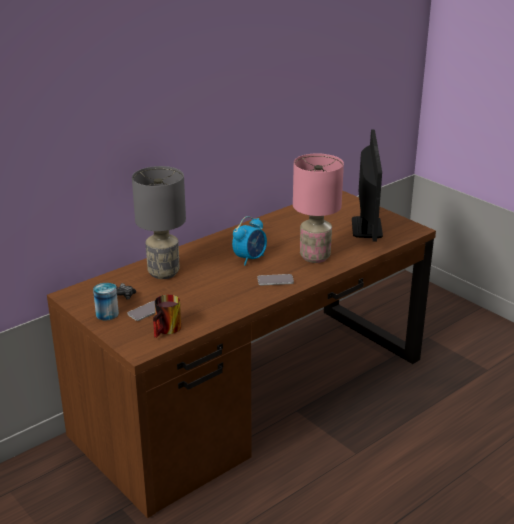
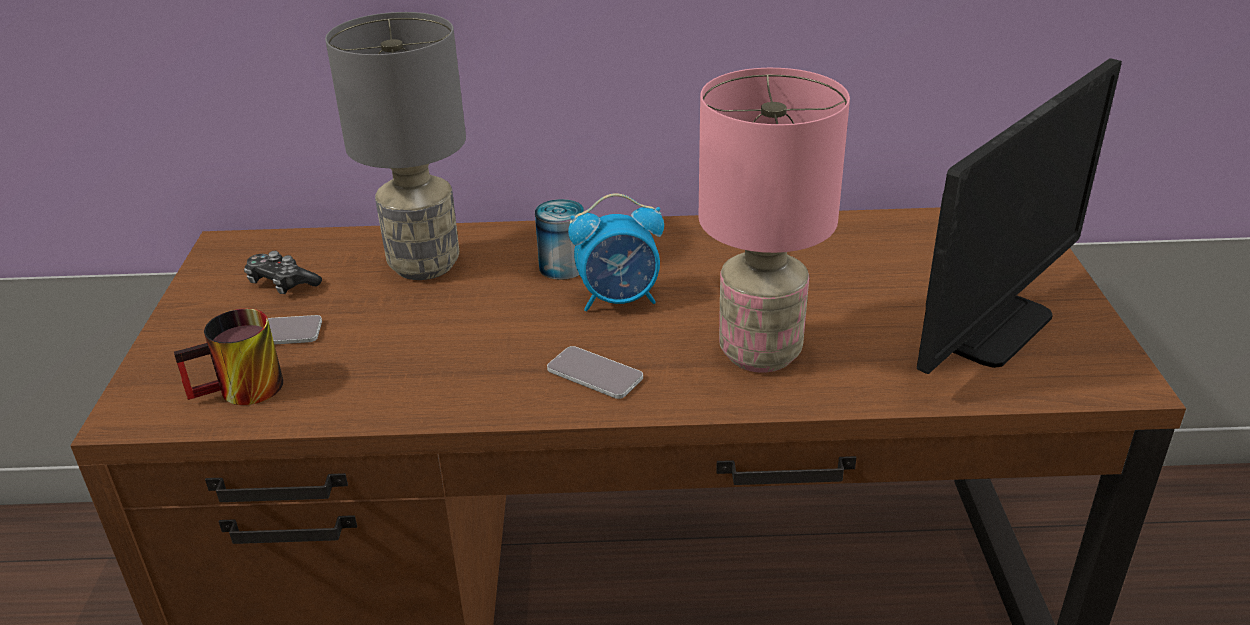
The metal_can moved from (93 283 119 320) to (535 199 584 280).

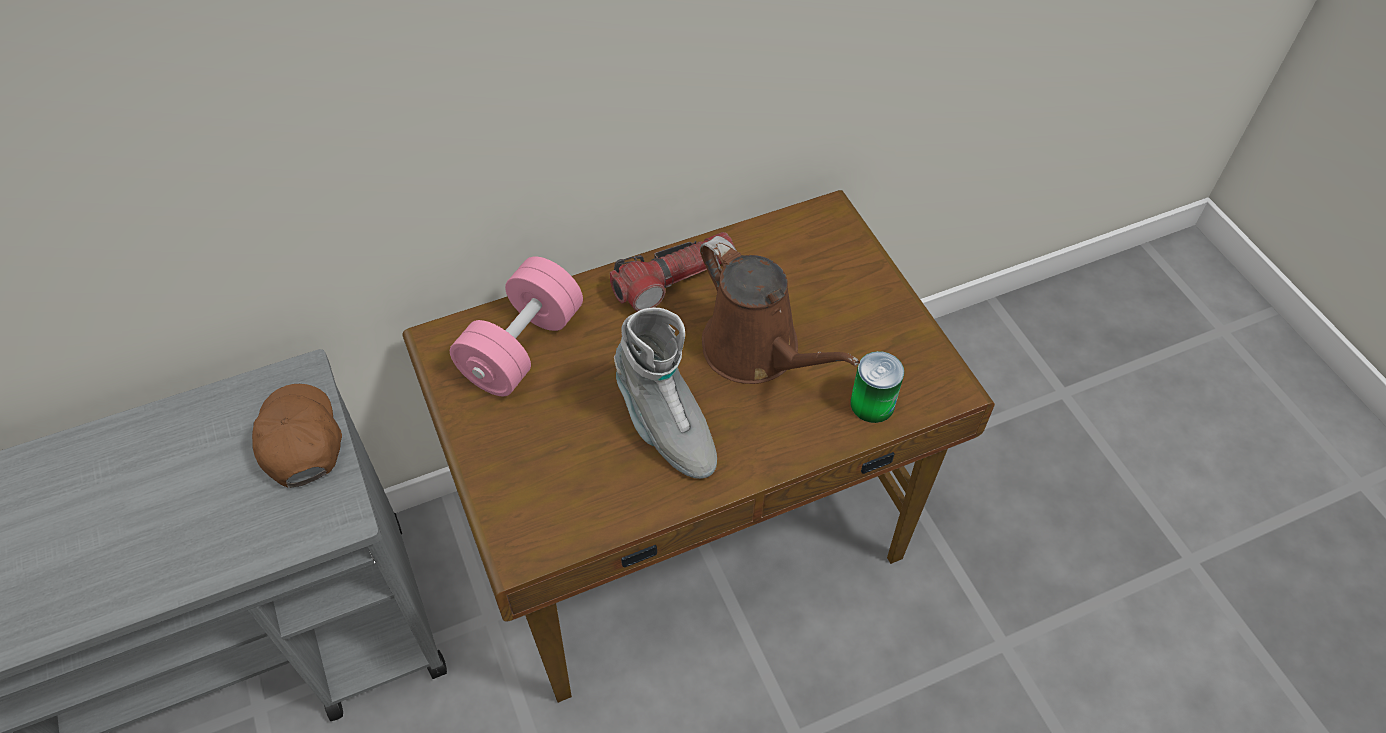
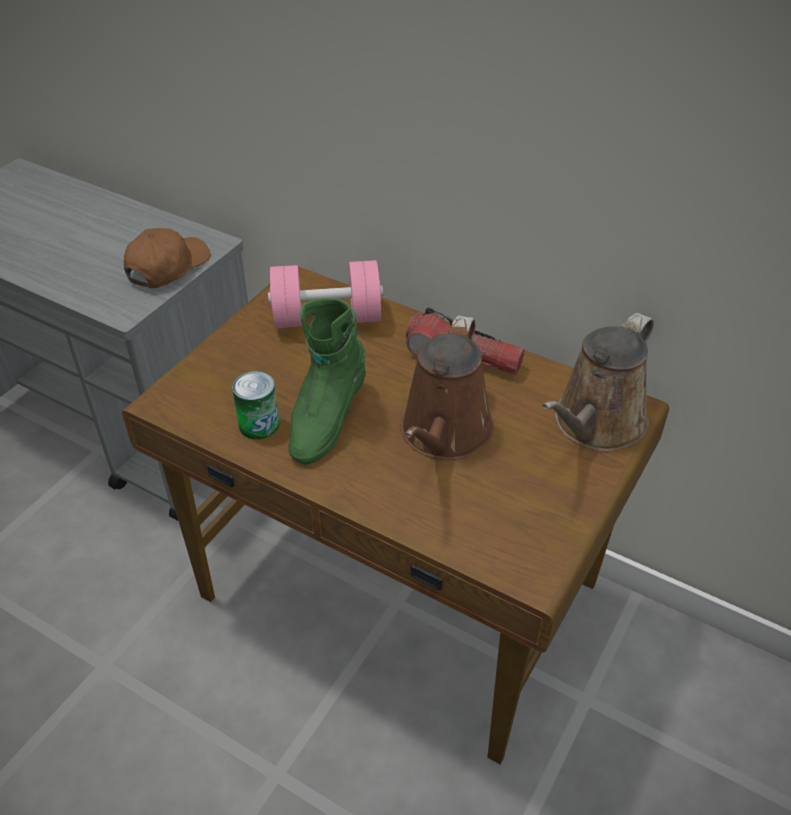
The brownish_watering_can at (542 313 654 452) appeared.
The metal_can moved from (850 351 904 423) to (232 371 280 440).
The greyish_boot at (614 308 717 479) became the green_boot at (289 298 366 464).

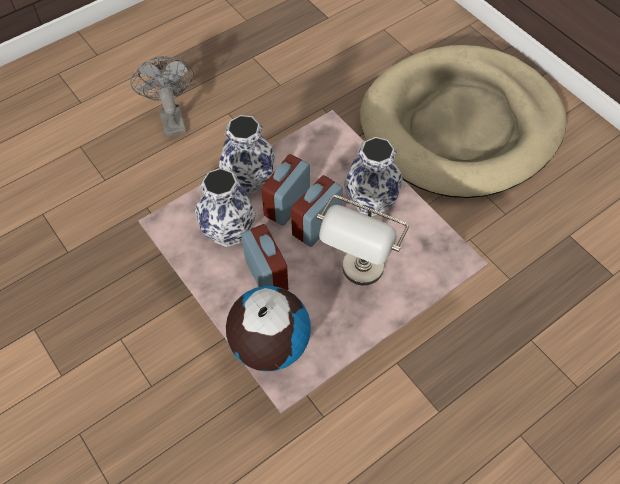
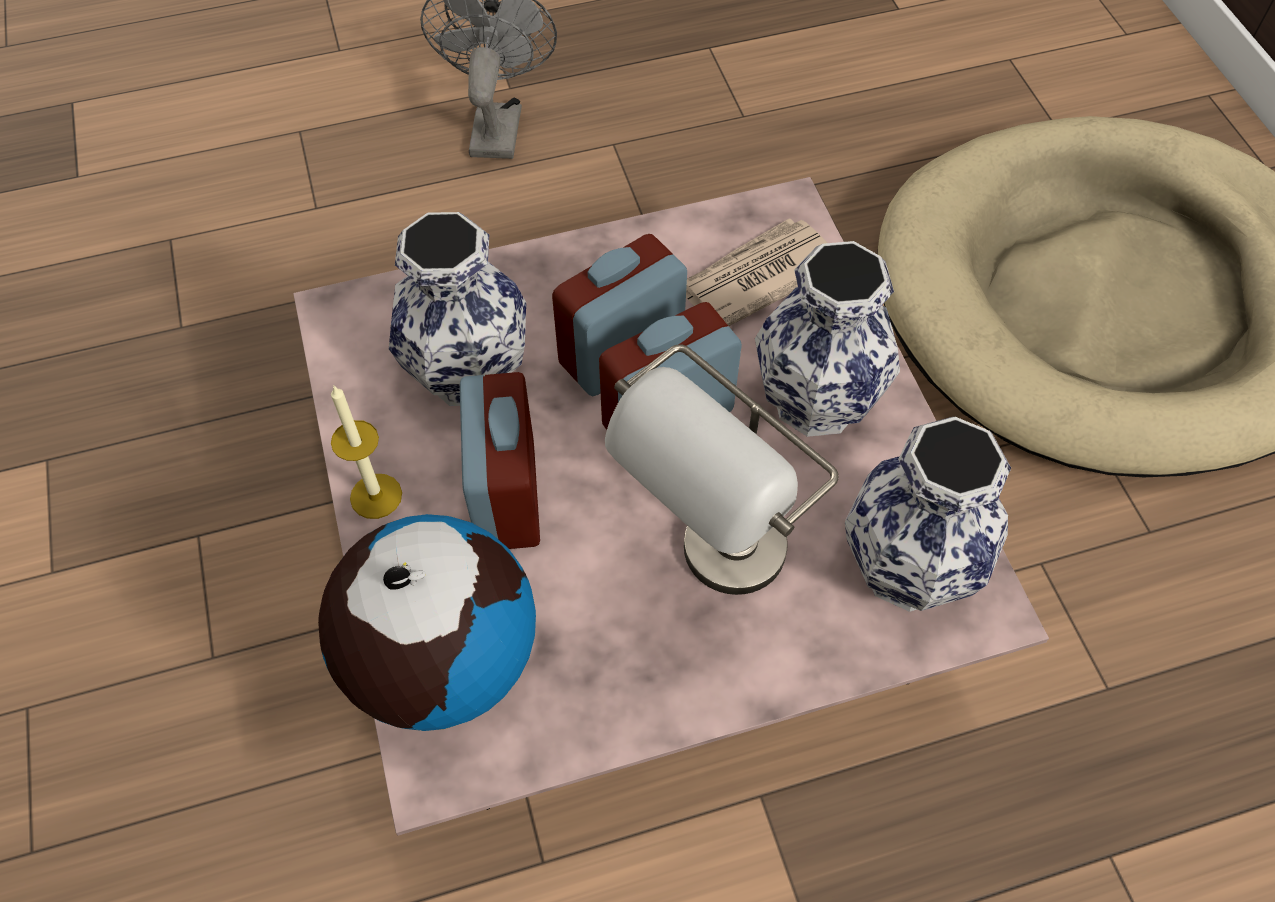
The candle at (331 385 402 519) appeared.
The printed_paper at (686 218 827 326) appeared.
The decorative_vase moved from (219 115 276 194) to (845 417 1011 612).

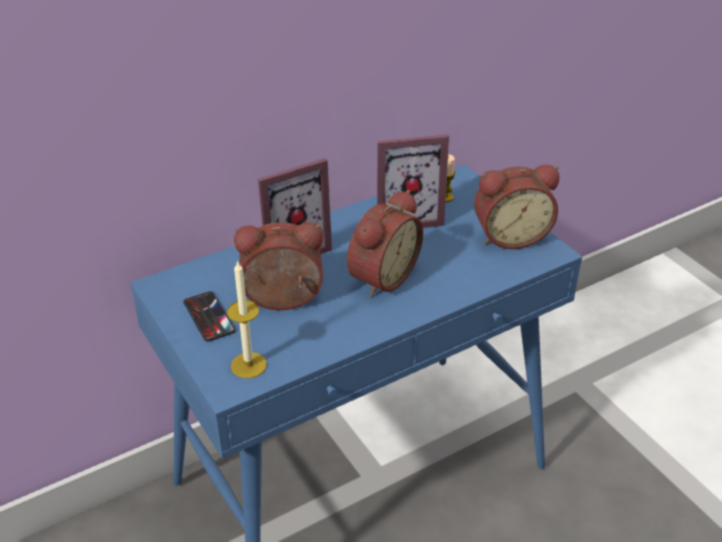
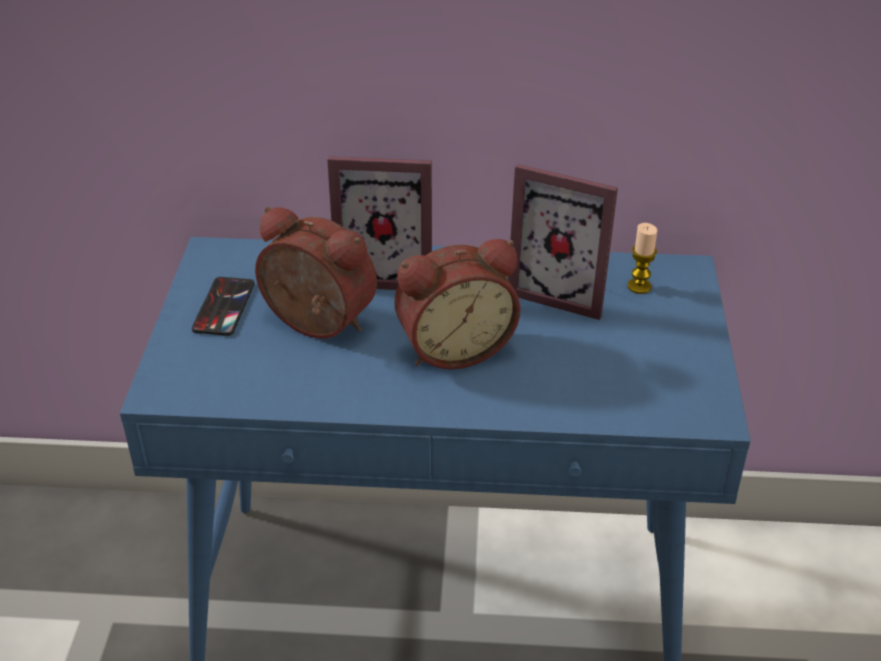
The candle at (227 260 267 378) disappeared.
The table_clock at (474 165 559 249) disappeared.

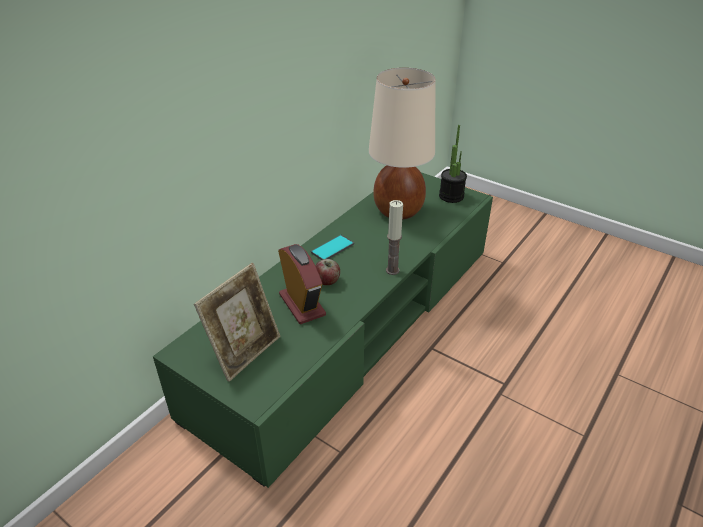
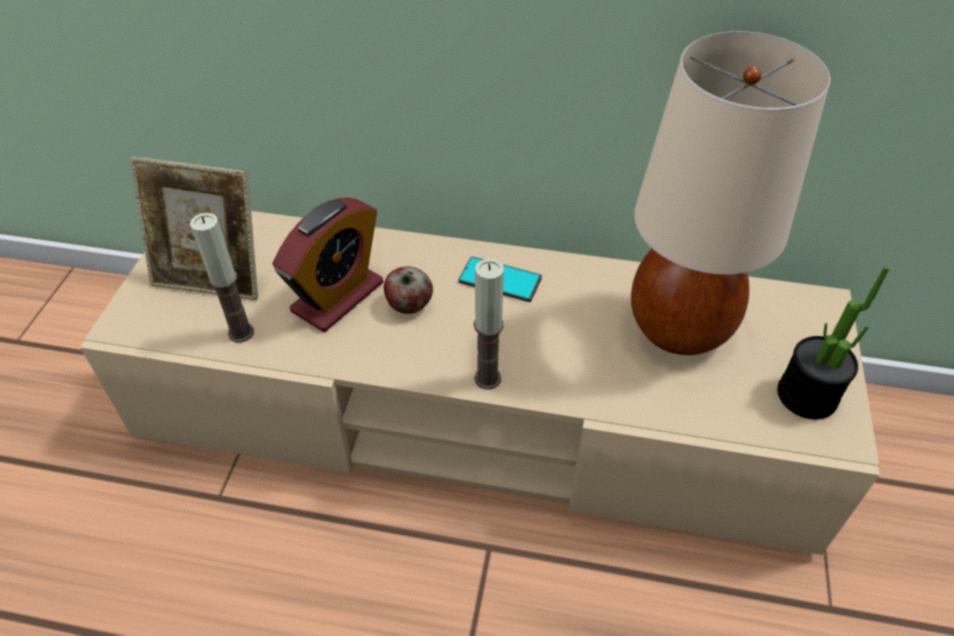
The candle at (190 213 254 343) appeared.
The green_tv_stand at (153 172 493 488) became the sand-coloured_tv_stand at (80 211 880 555).

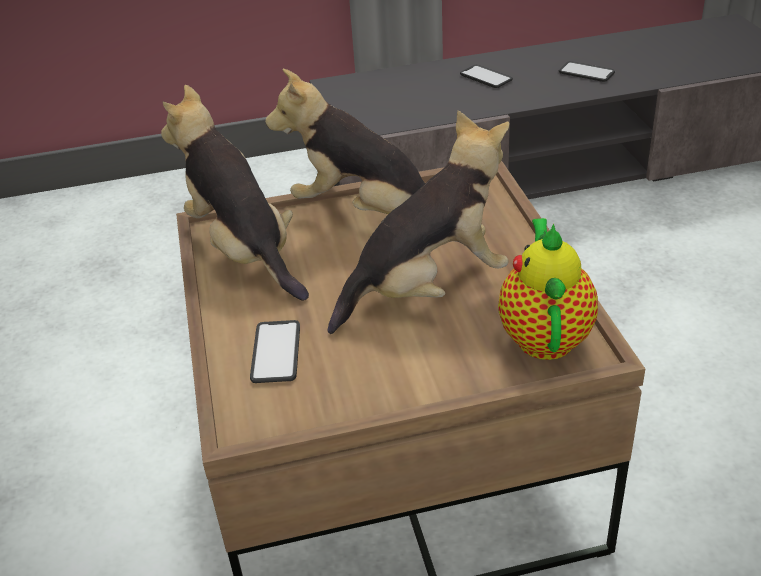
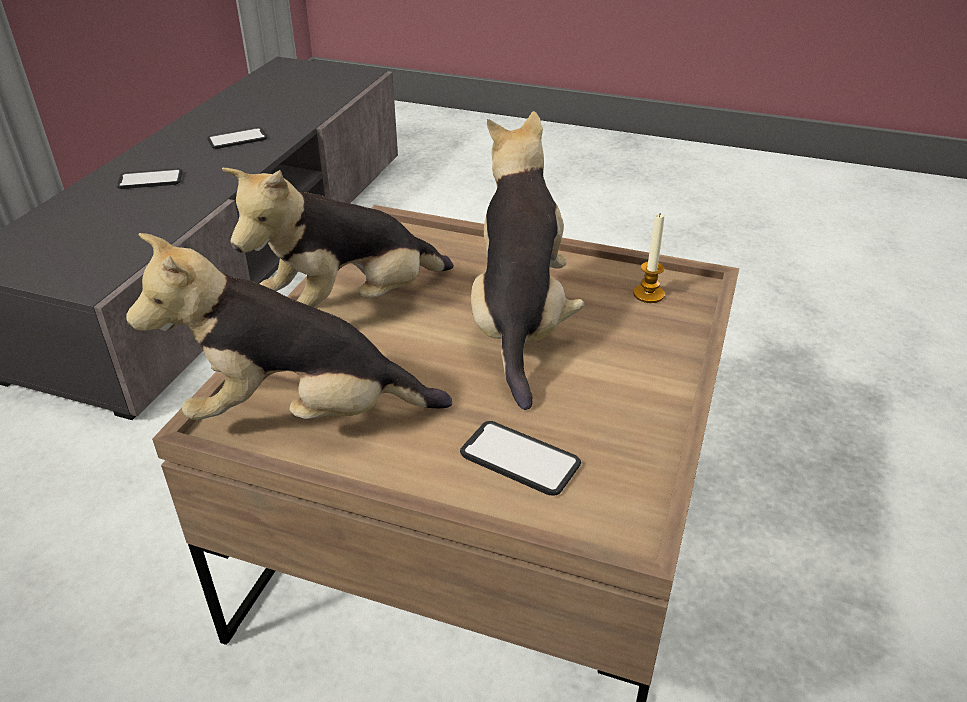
The teapot at (498 218 598 360) was replaced by the candle at (633 212 665 303).

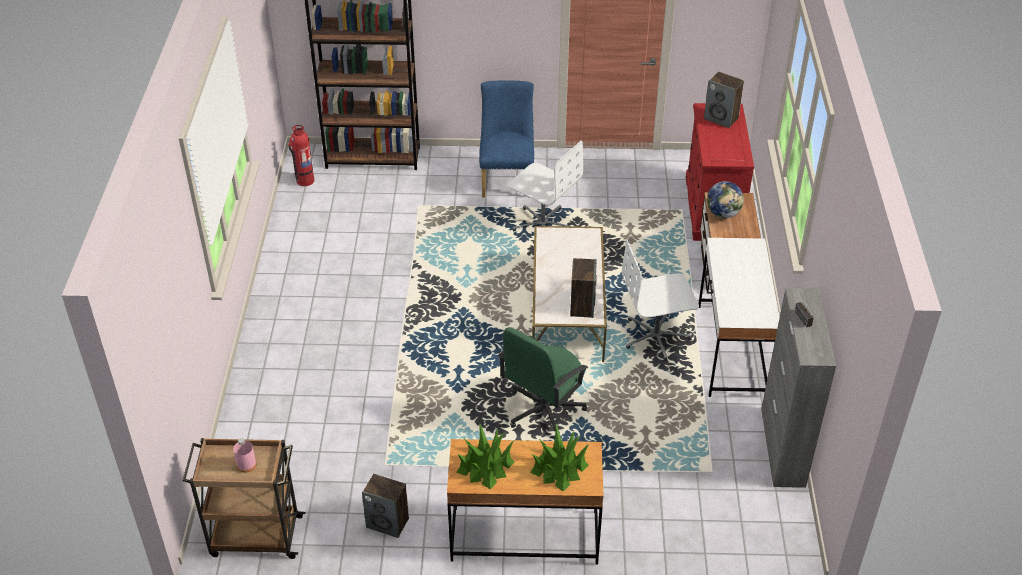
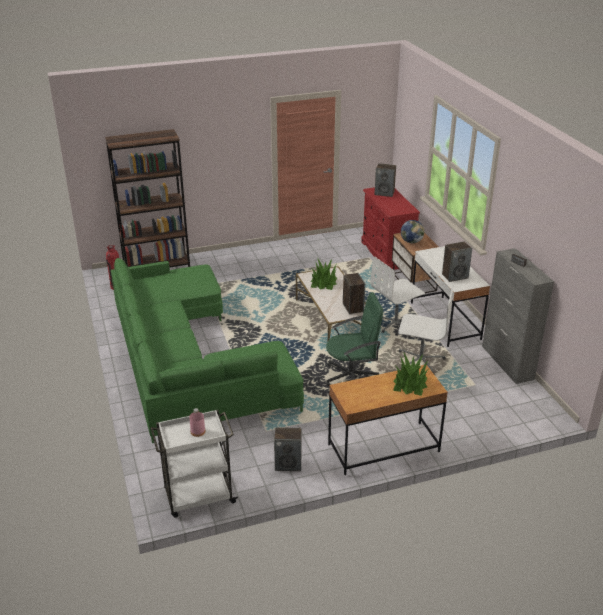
The bluish_chair at (479 80 534 198) disappeared.
The green_couch at (111 258 304 443) appeared.
The audio_speaker at (442 242 472 282) appeared.
The houseplant moved from (457 422 515 490) to (310 259 337 290).
The white-coloured_desk_chair moved from (507 141 583 231) to (398 286 454 373).
The brownish_trolley at (183 438 305 559) became the white-coloured_trolley at (151 410 238 518).
The green_desk_chair at (498 327 588 433) turned 120 degrees counterclockwise.

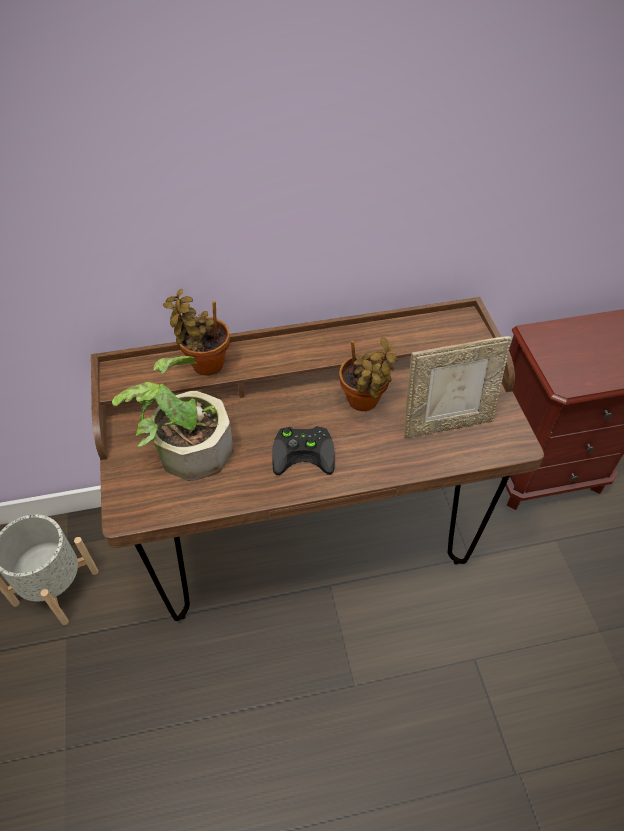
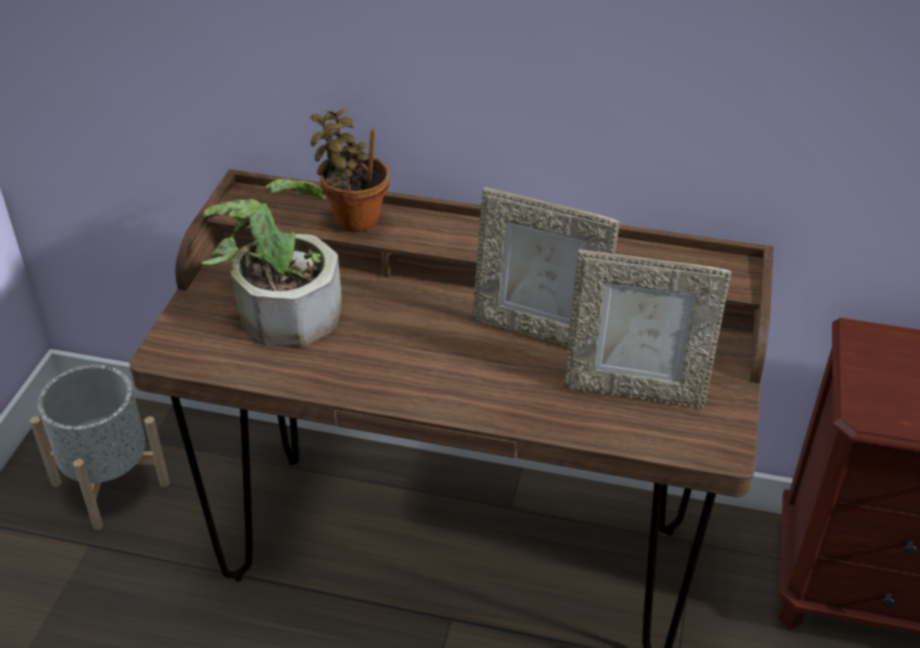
The black-coloured_game_controller at (272 426 335 475) disappeared.
The houseplant at (339 337 398 411) was replaced by the picture_frame at (472 187 620 347).

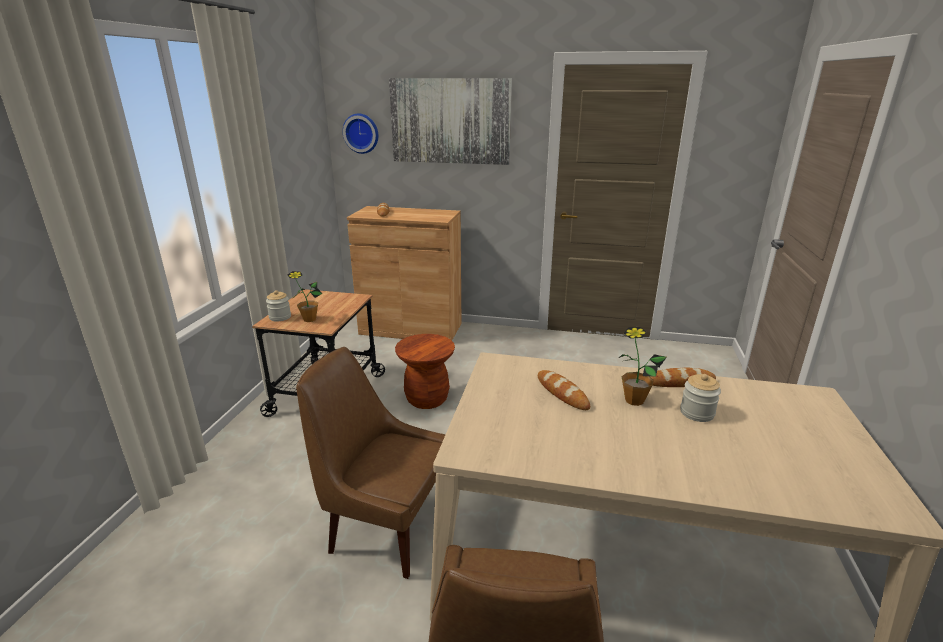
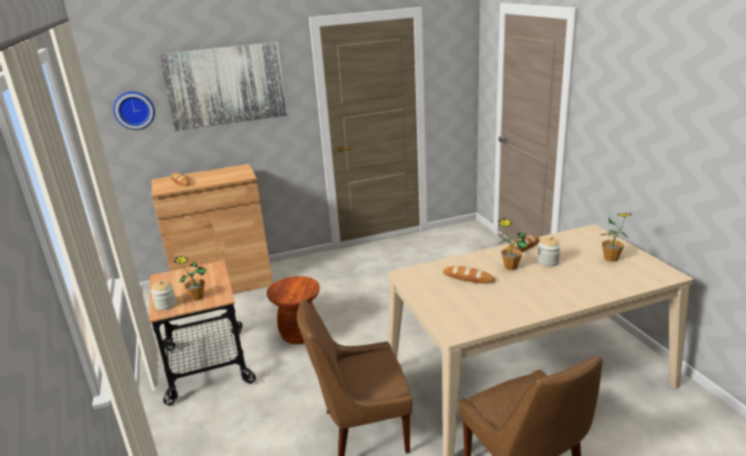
The houseplant at (602 213 631 262) appeared.

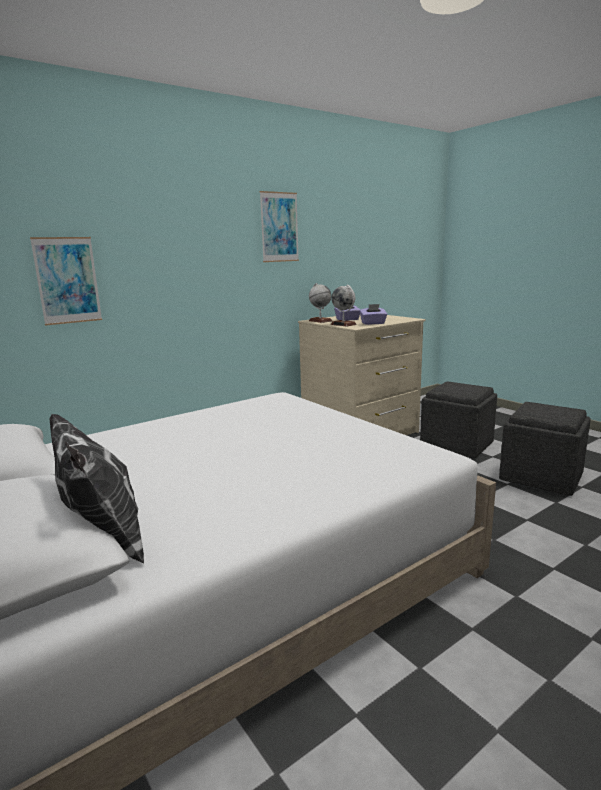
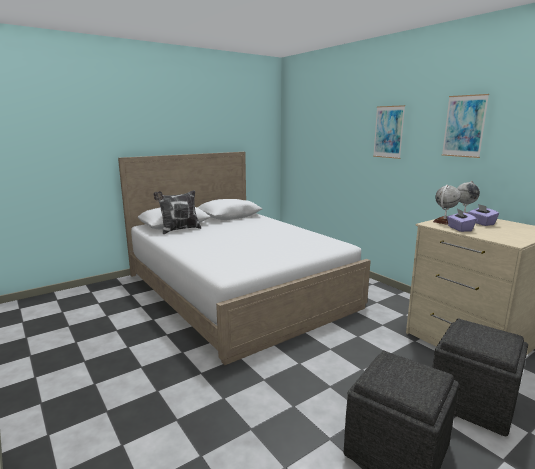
The wall_picture moved from (30 237 102 326) to (373 105 405 159).

